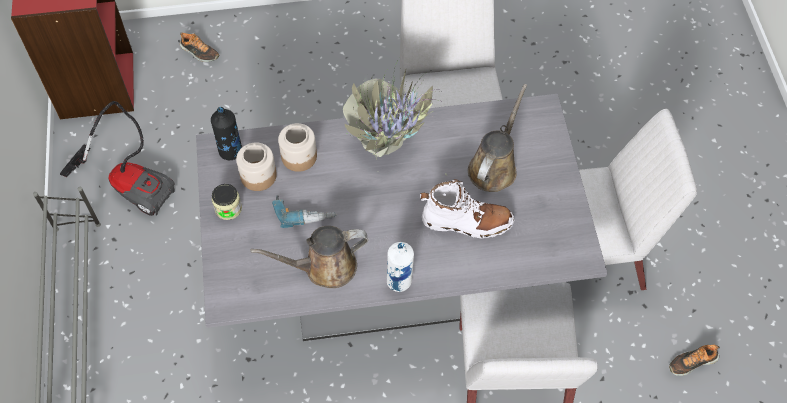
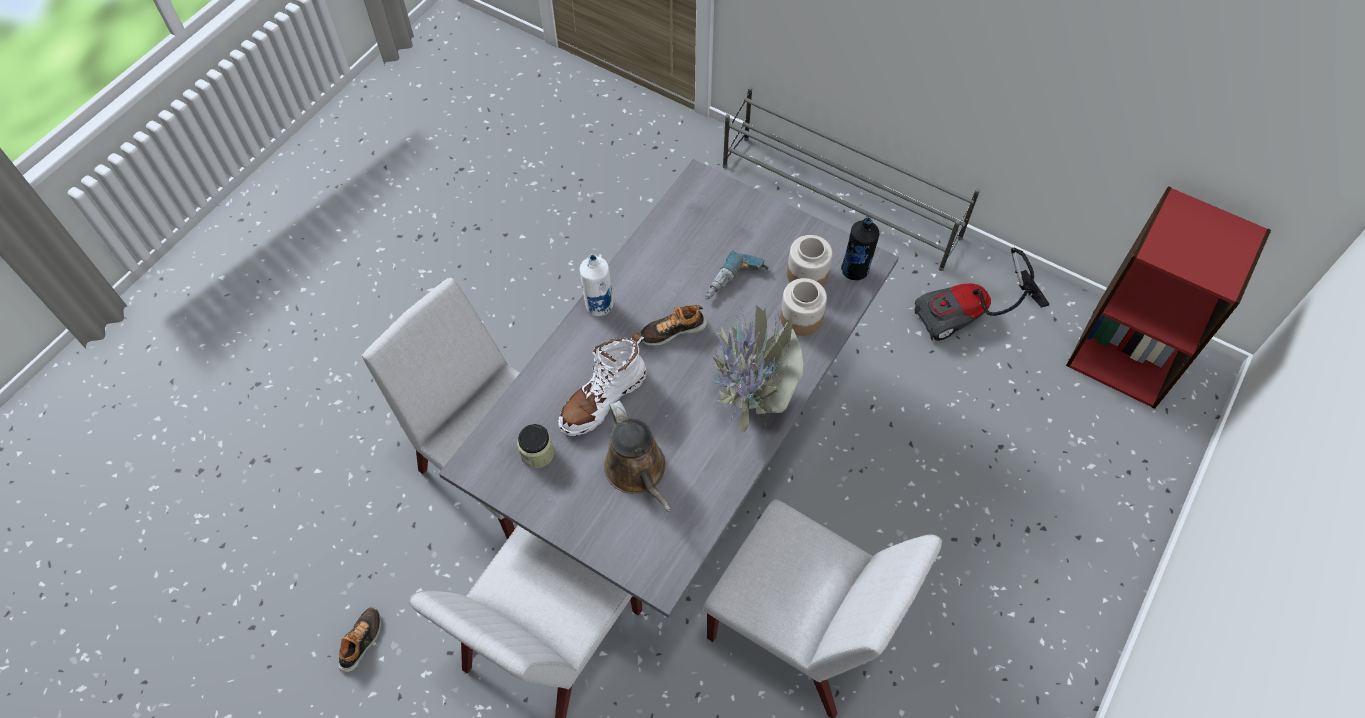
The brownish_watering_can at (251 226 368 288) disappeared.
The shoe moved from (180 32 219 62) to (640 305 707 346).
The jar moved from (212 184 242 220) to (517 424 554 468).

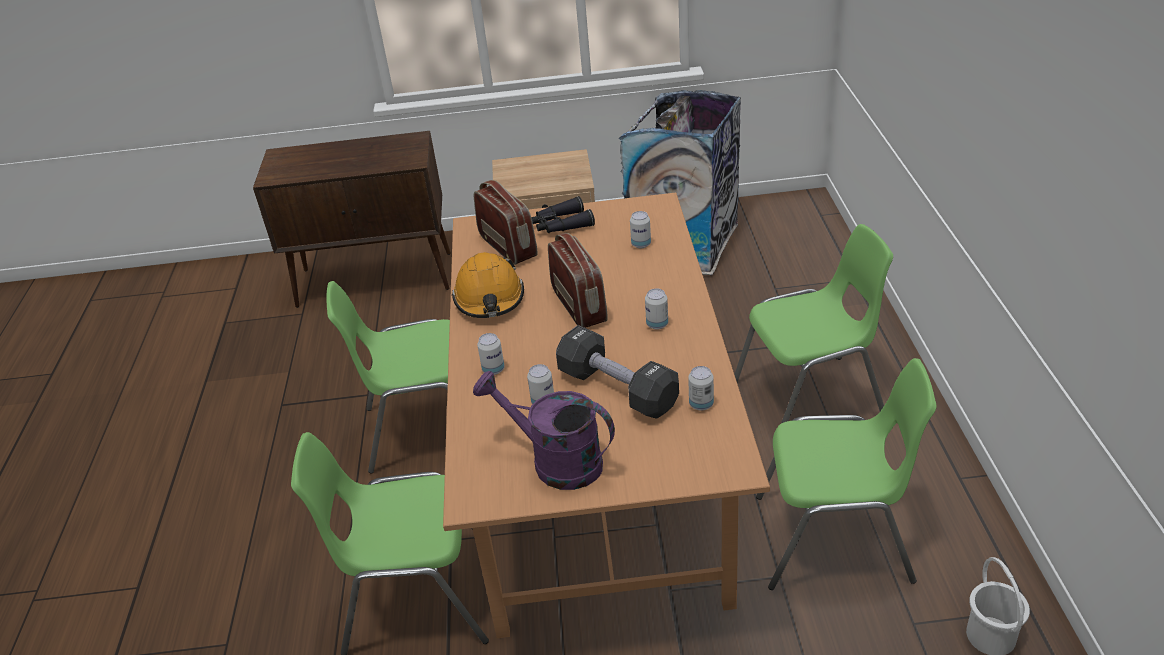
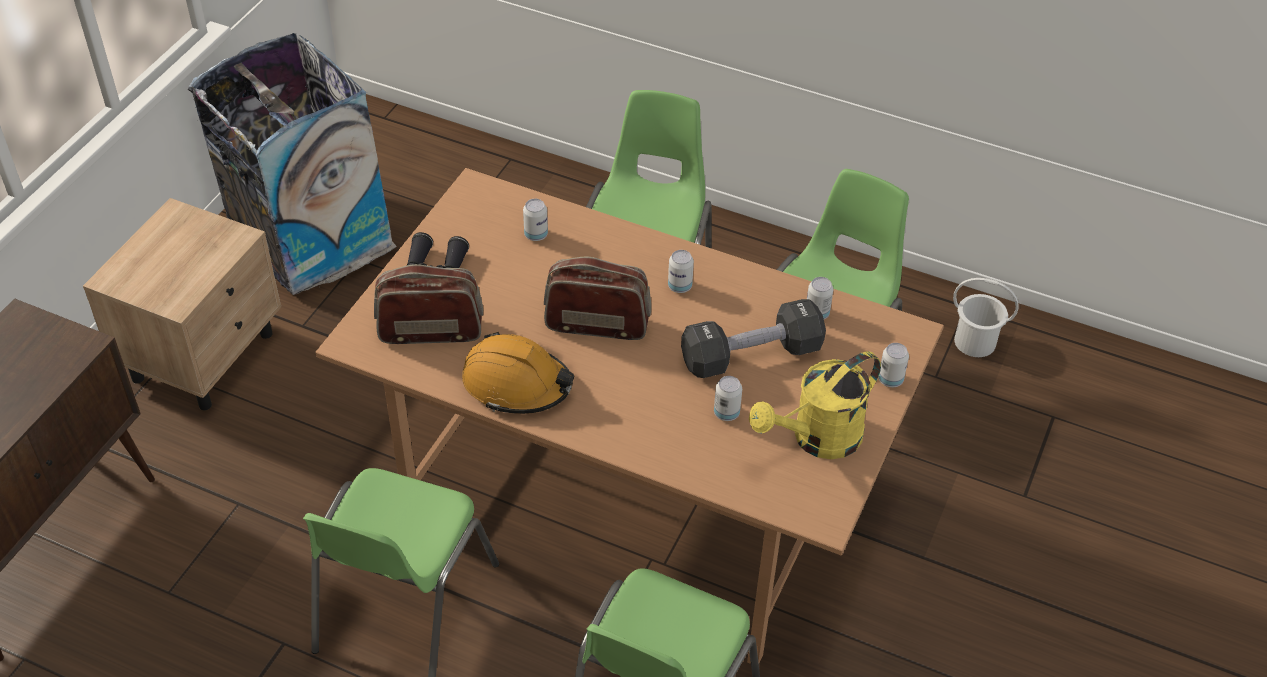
The metal_can moved from (477 333 505 375) to (878 343 909 387).
The purplish_watering_can at (473 371 615 490) became the yellowish_watering_can at (749 351 881 459).

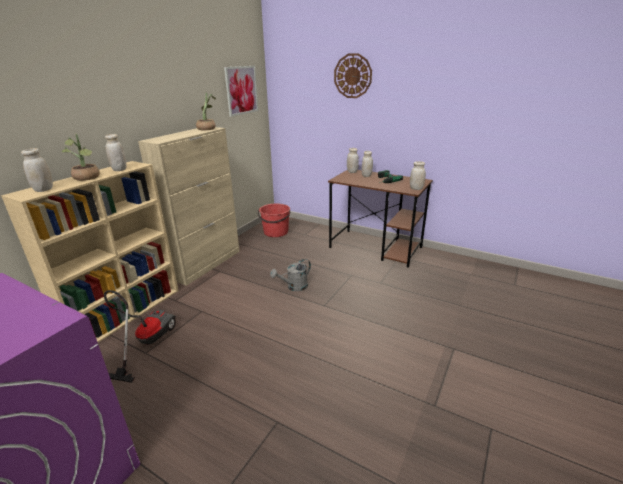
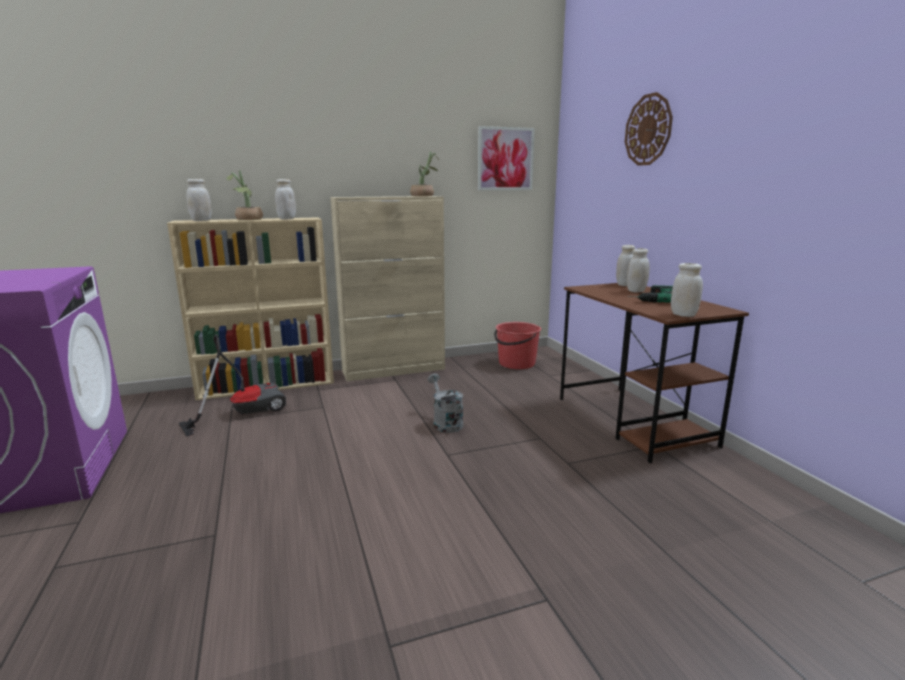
The greyish_watering_can at (270 259 311 291) turned 60 degrees clockwise.

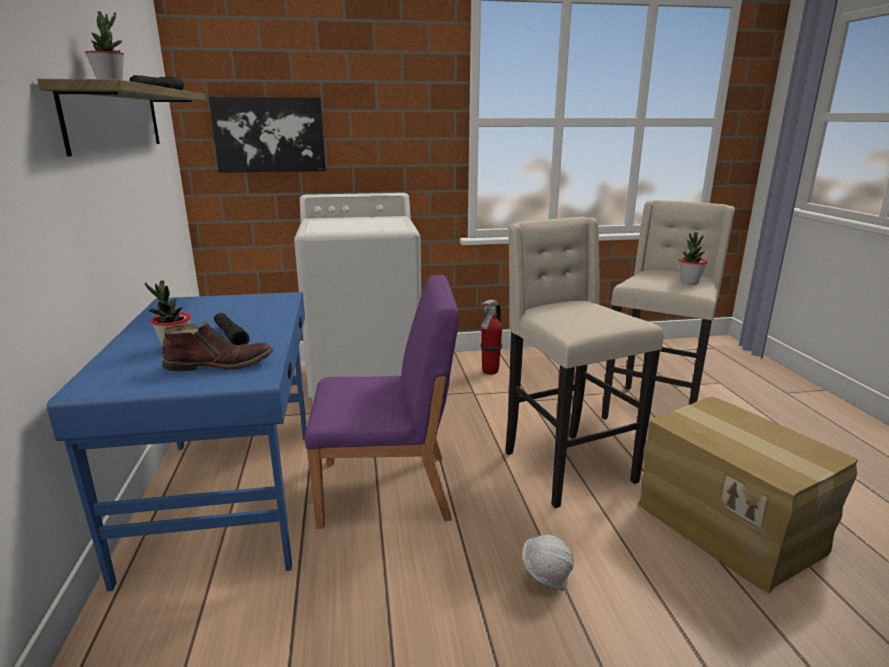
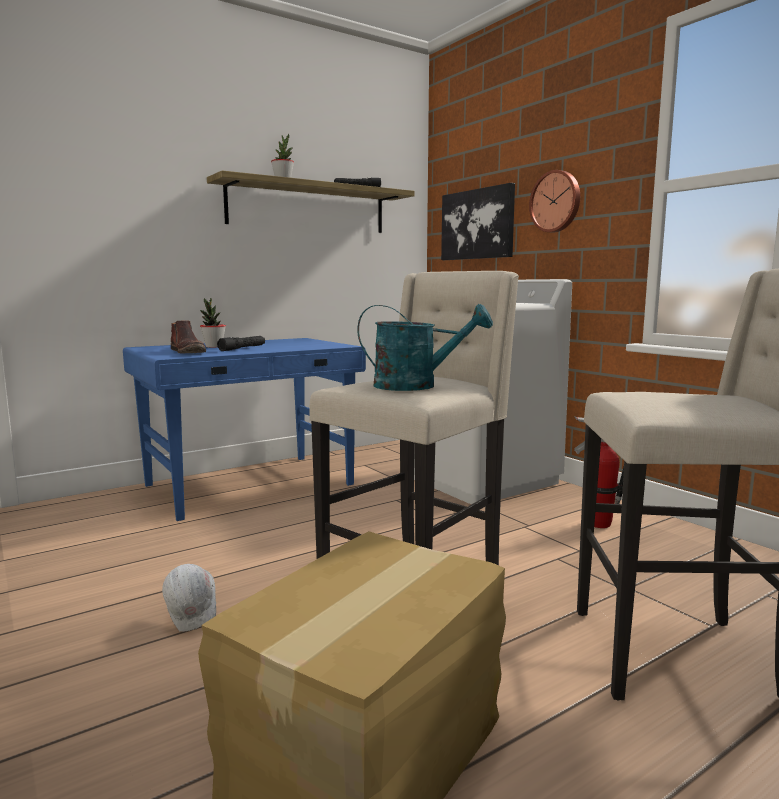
The purplish_chair at (305 275 459 529) disappeared.
The houseplant at (679 232 707 284) disappeared.
The blue-green_watering_can at (357 304 493 391) appeared.
The hanging_clock at (529 170 580 233) appeared.

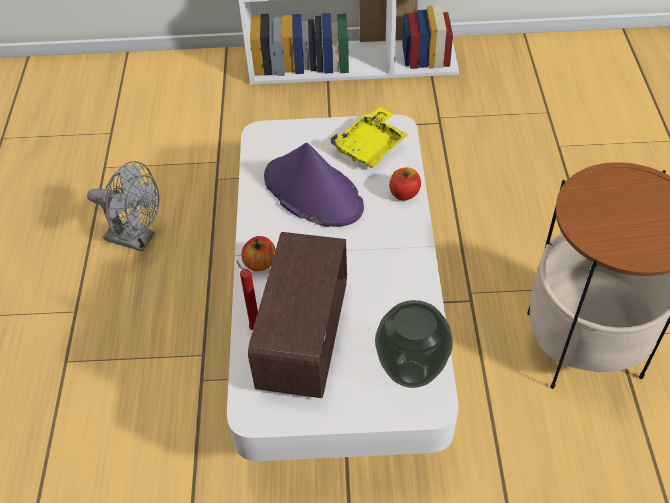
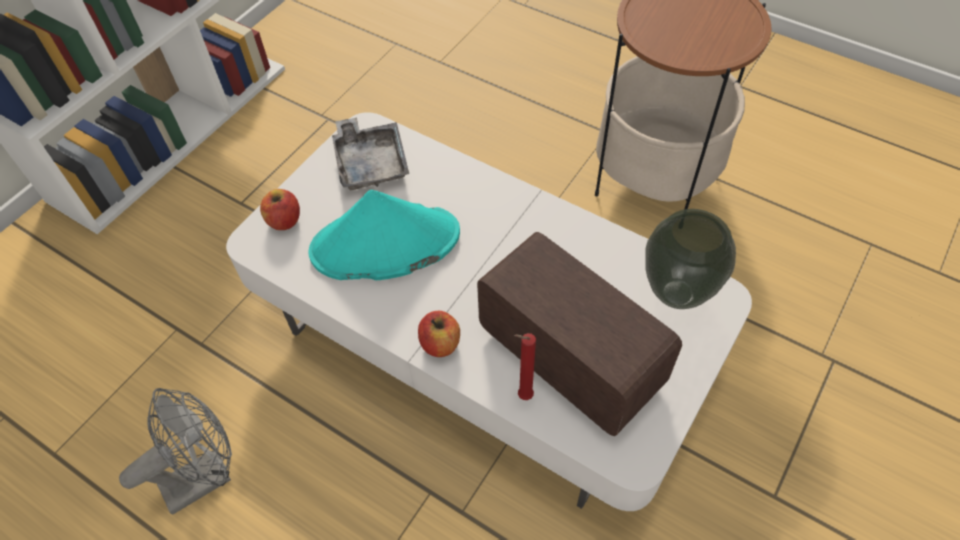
The apple_fruit moved from (389 168 421 201) to (260 189 300 230).
The purplish_wearable_hat at (264 143 364 227) became the blue-green_wearable_hat at (308 190 460 280).
The yellowish_carrying_tray at (330 107 409 168) became the greyish_carrying_tray at (332 117 409 190).

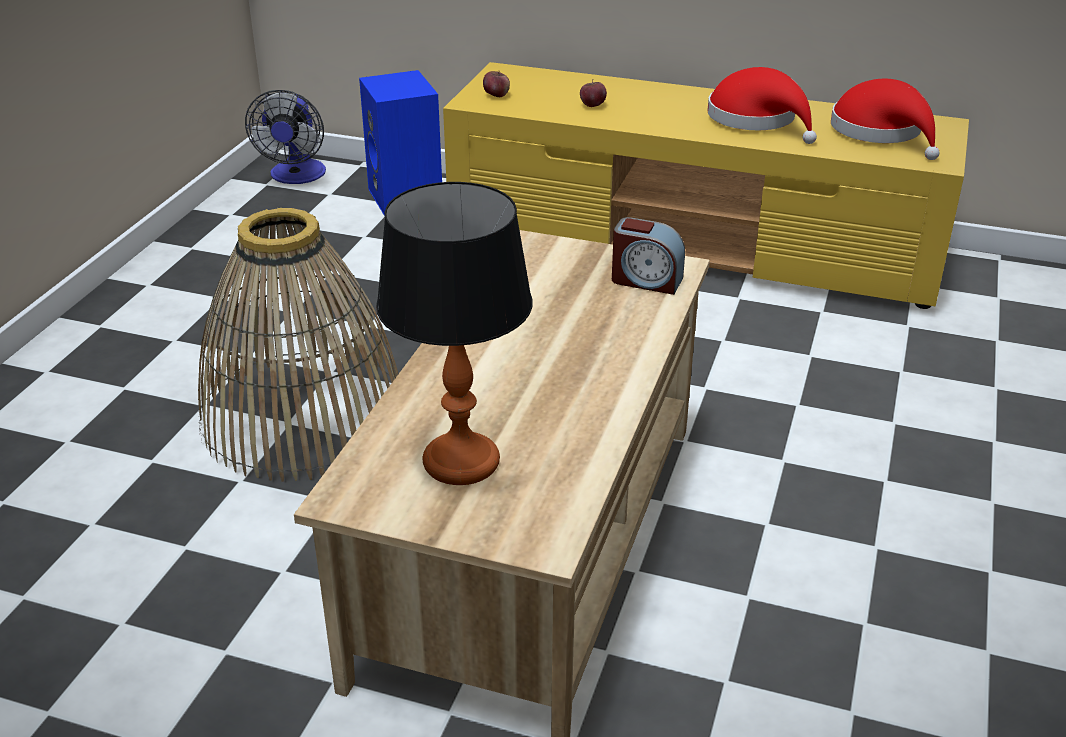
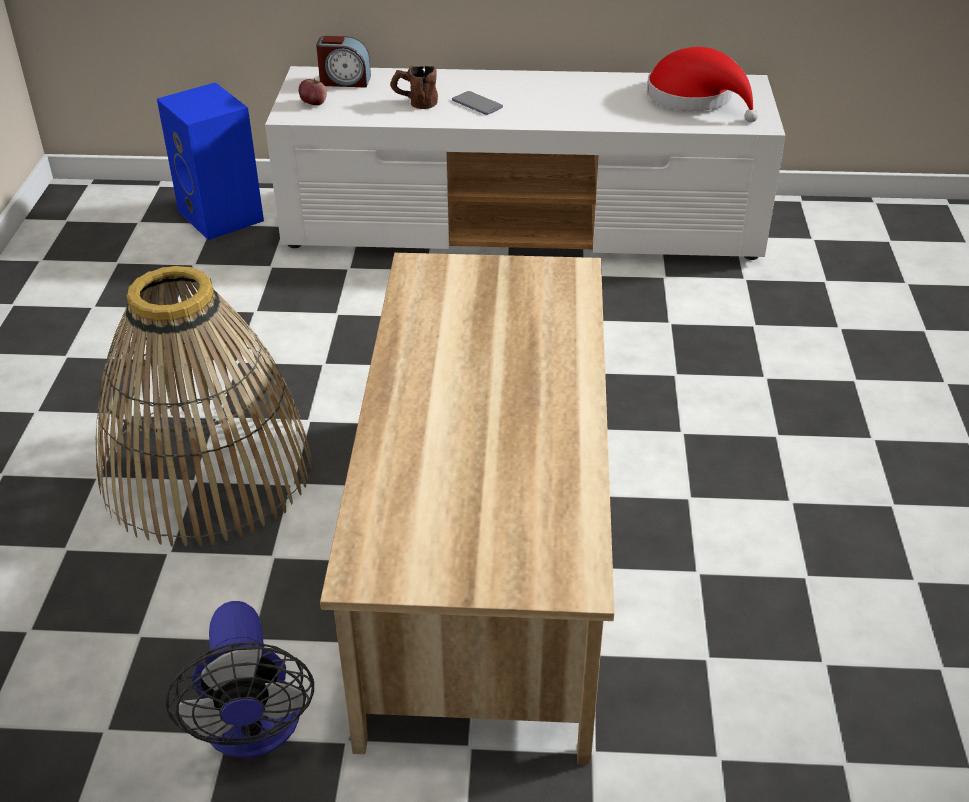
The table_lamp at (376 182 533 485) disappeared.
The reddish_wearable_hat at (707 67 817 144) disappeared.
The phone at (452 91 503 115) appeared.
The electric_fan moved from (245 90 326 184) to (165 601 314 758).
The table_clock moved from (612 217 685 295) to (316 36 371 88).
The apple_fruit at (580 80 607 107) was replaced by the brownish_tea_mug at (390 66 438 109).
The yellowish_tv_stand at (443 62 969 309) became the white-coloured_tv_stand at (265 66 786 260).

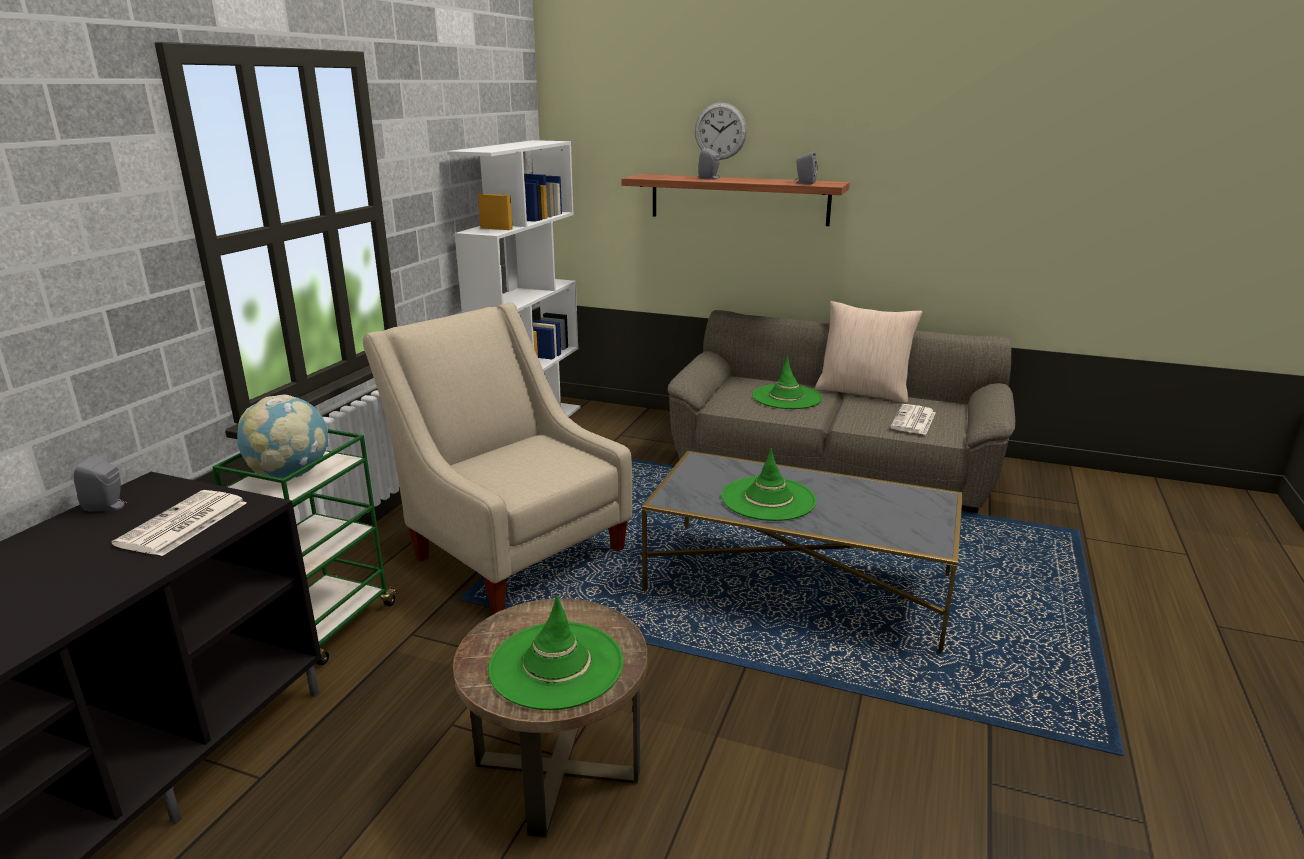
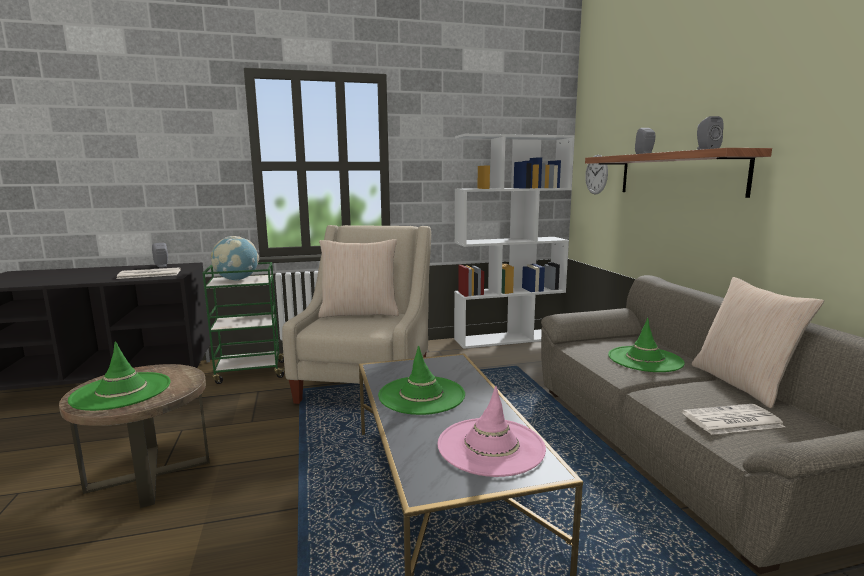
The sand-coloured_cushion at (318 239 399 318) appeared.
The pink_wearable_hat at (438 386 546 477) appeared.
The hanging_clock moved from (695 102 747 160) to (585 155 608 195).

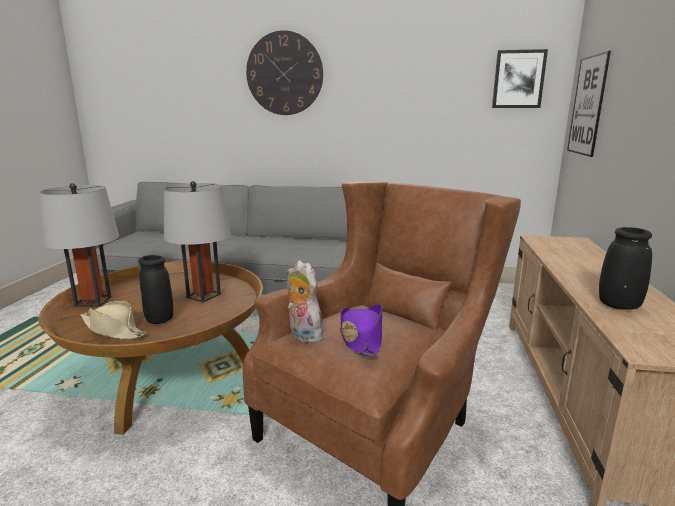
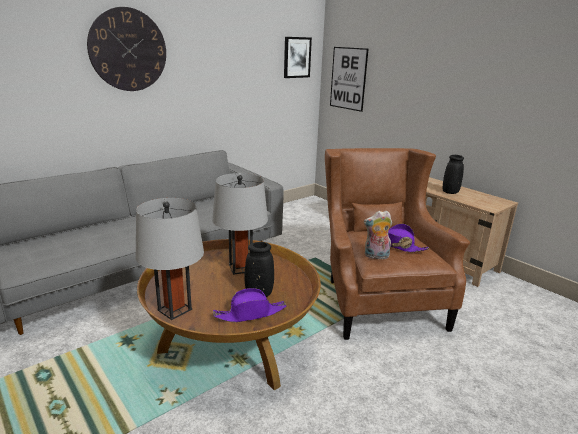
The sand-coloured_wearable_hat at (80 301 146 339) became the purplish_wearable_hat at (213 288 286 322).

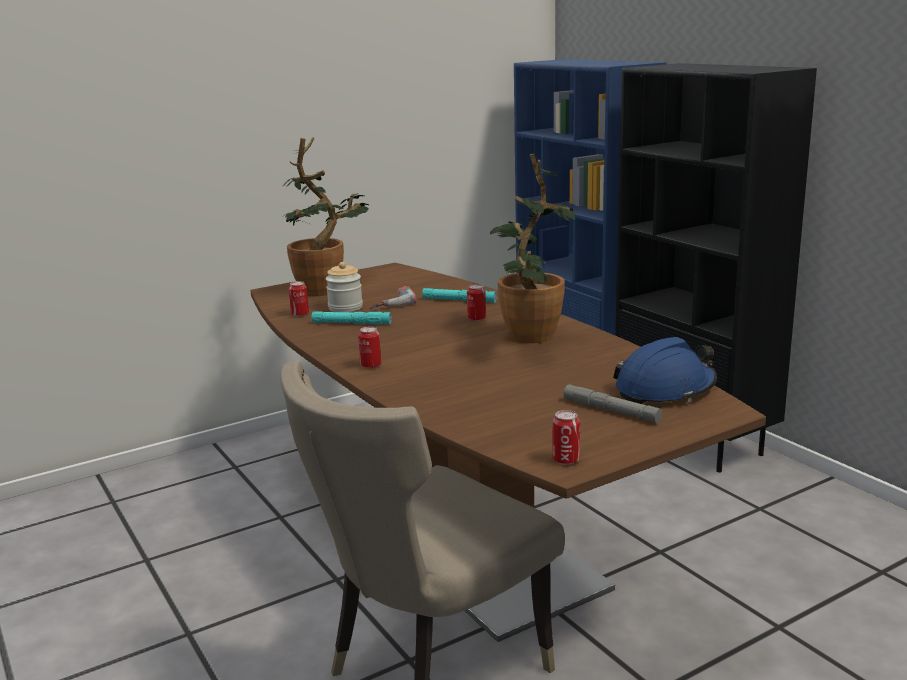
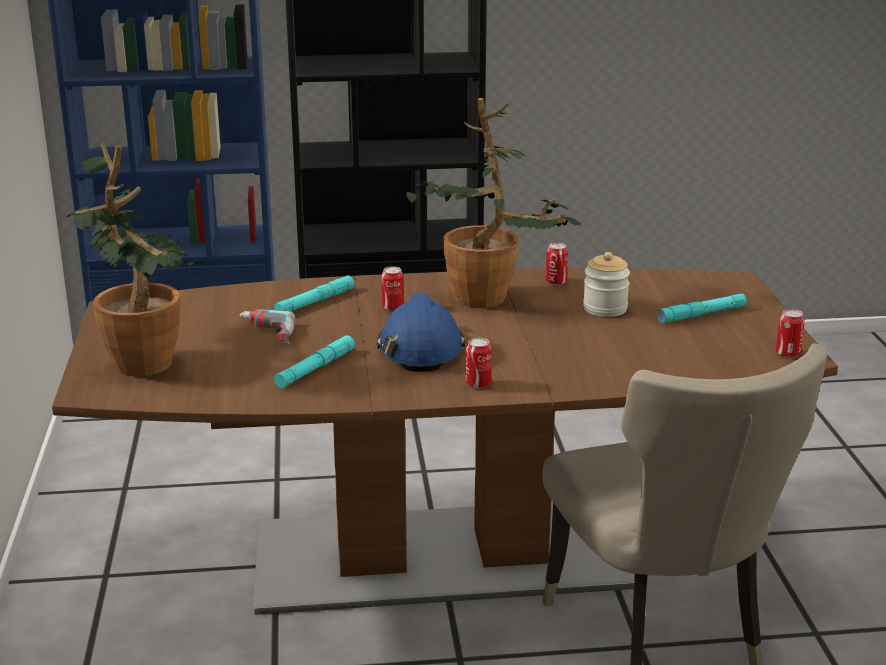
The metal_can moved from (289 281 309 317) to (546 243 568 285).
The jar moved from (326 262 363 312) to (583 252 630 317).
The bluish_safety_helmet moved from (613 337 717 404) to (377 293 466 372).
The greyish_torch at (563 384 662 423) became the blue-green_torch at (657 293 747 324).

